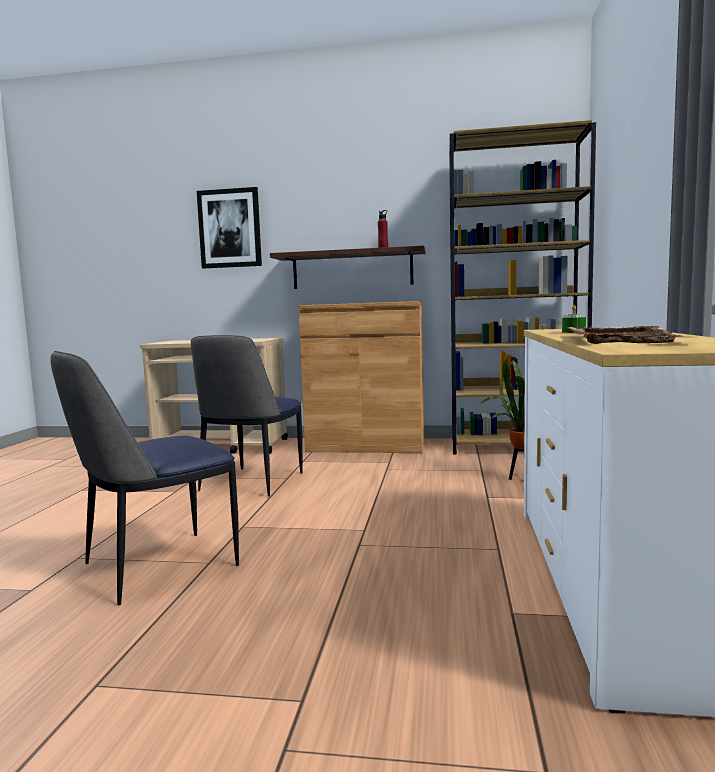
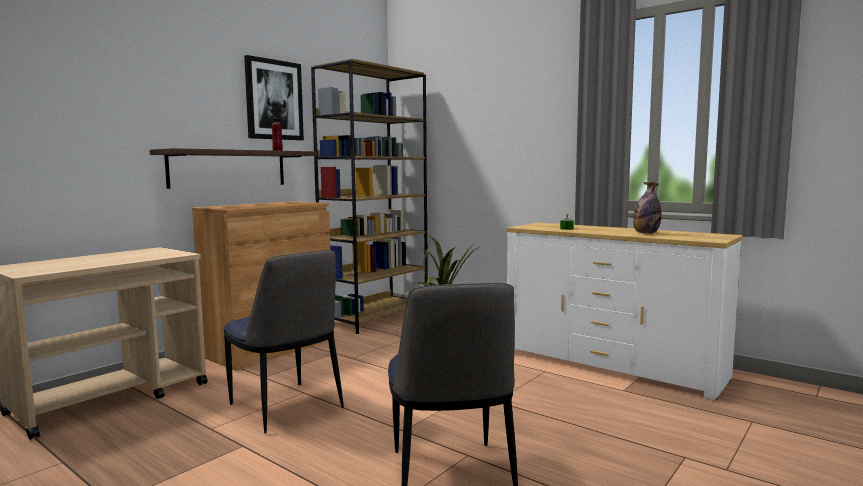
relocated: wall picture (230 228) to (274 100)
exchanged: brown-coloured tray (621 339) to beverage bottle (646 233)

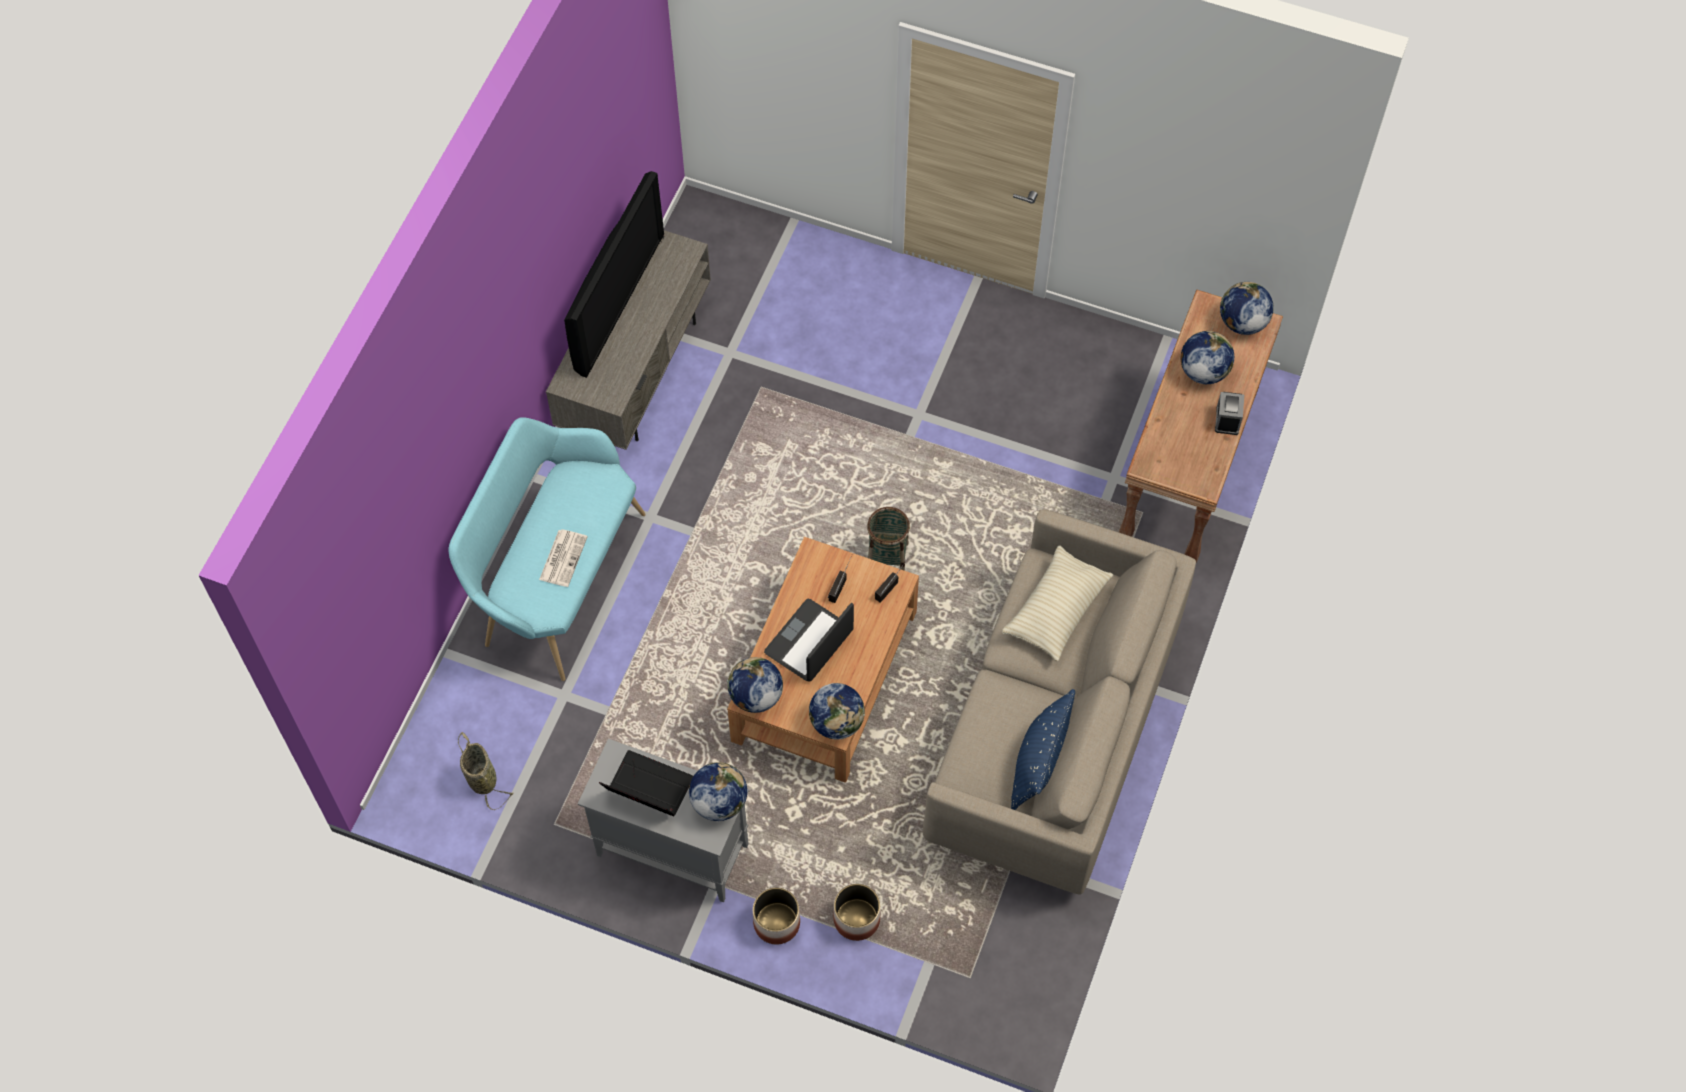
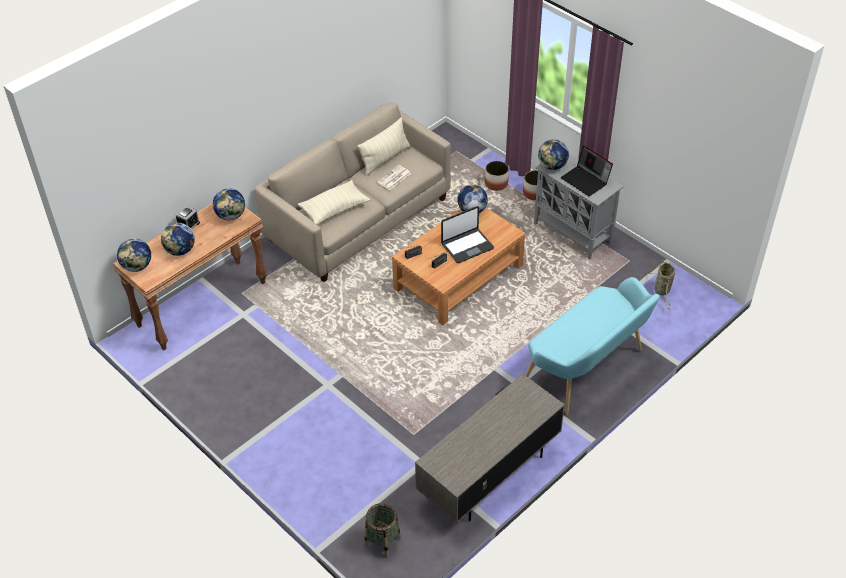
missing: television (616 300)
relocated: desk globe (755 696) to (231 216); storage basket (887 557) to (382 541); daily paper (563 557) to (394 178)
colour: blue-coloured cushion (1039 761) to beige cushion (385 159)

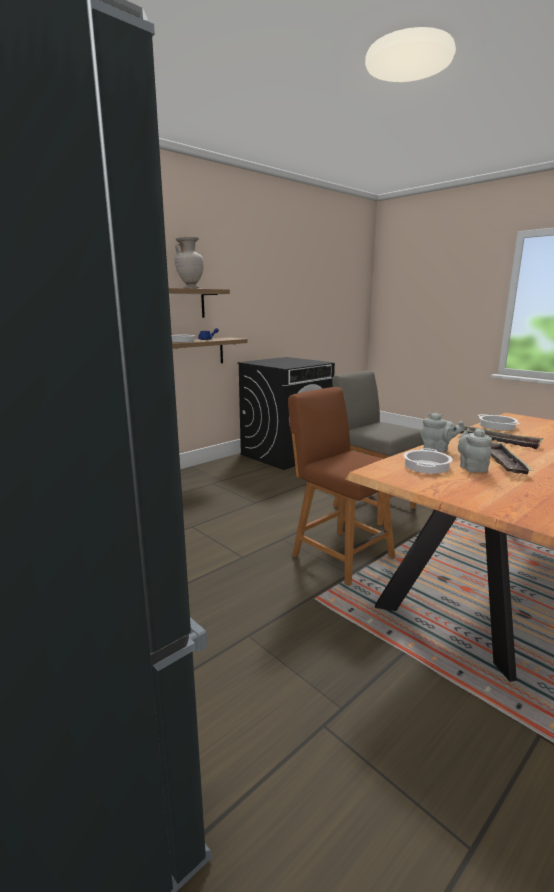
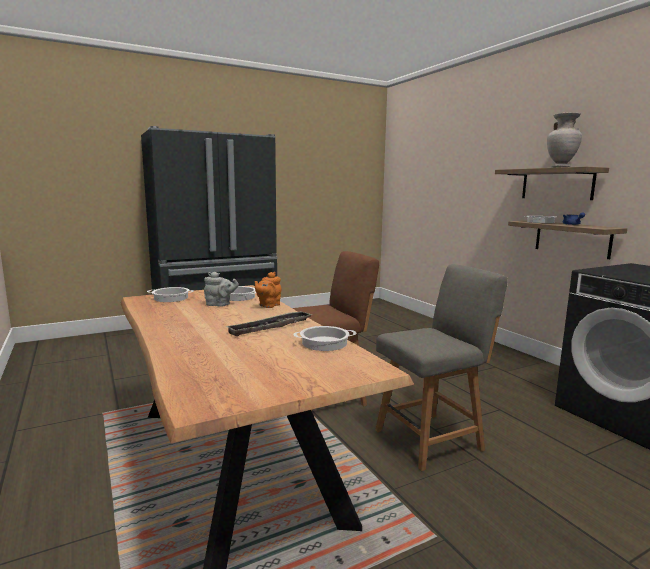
missing: tray (503 462)
appeared: stockpot (171 298)
colour: gray pot for tea (437 450) to orangey pot for tea (268 305)

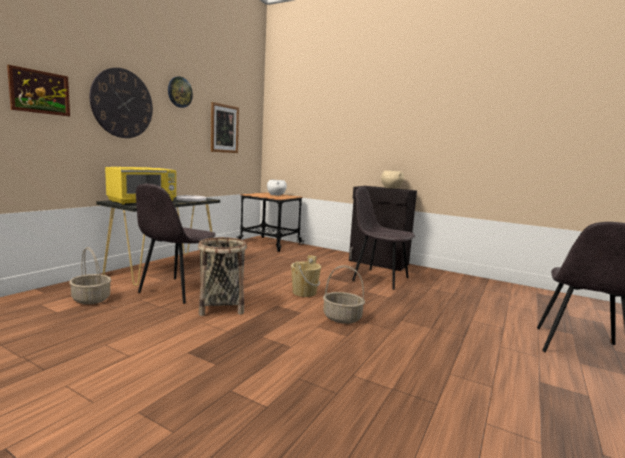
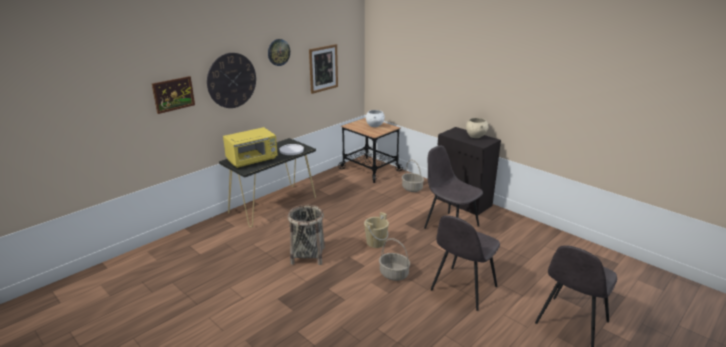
relocated: storage basket (92 299) to (412 188); gray upright chair (177 291) to (463 289)

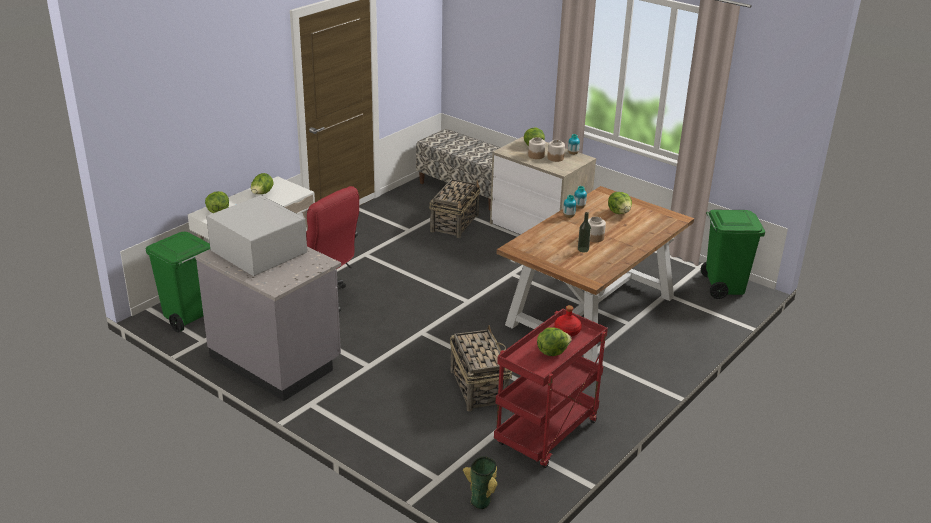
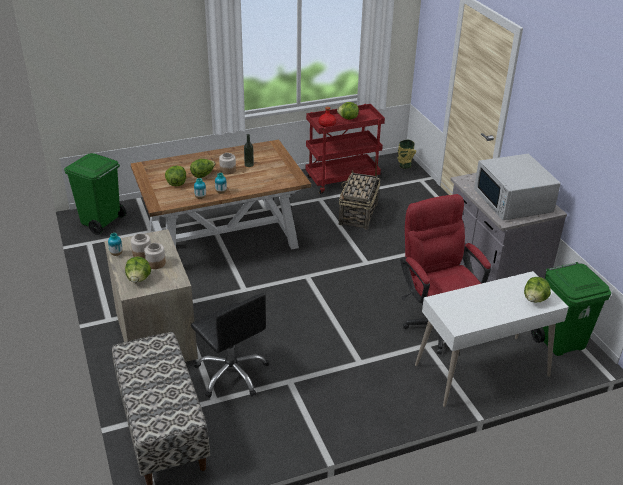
relocated: lettuce head (262 194) to (203 175)
exchanged: storage basket (455 223) to blackish office chair (232 373)

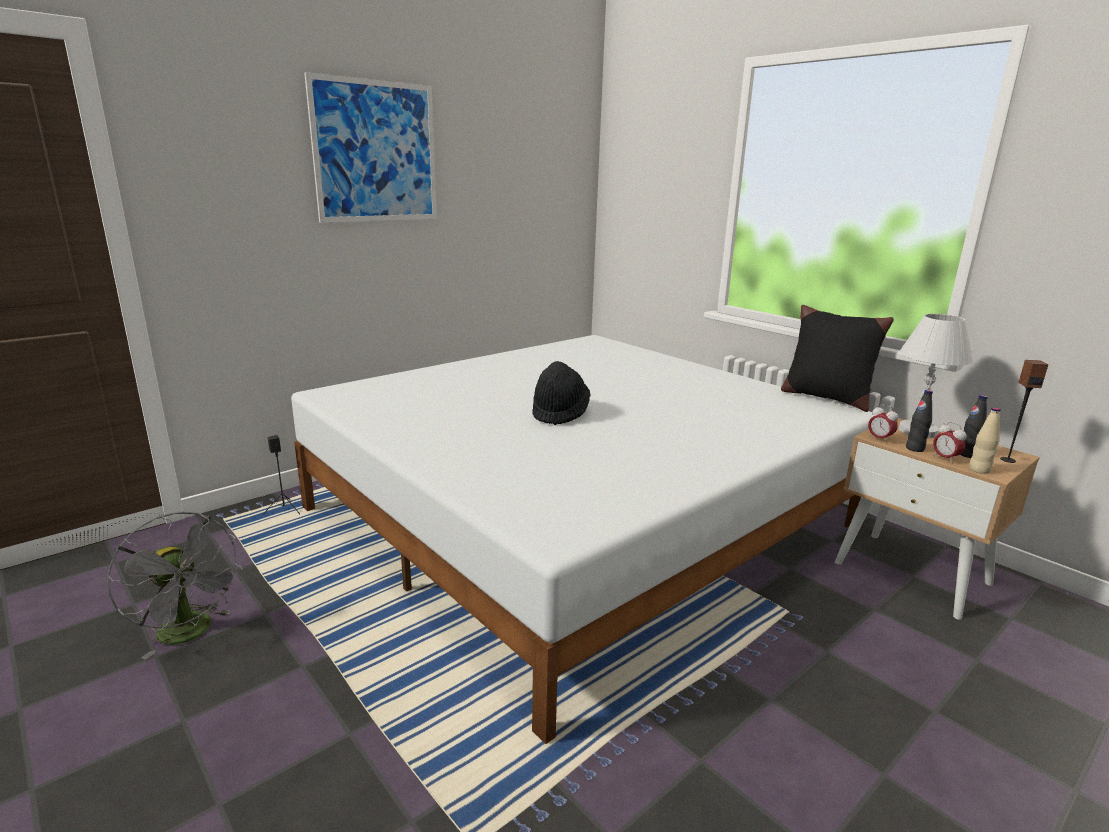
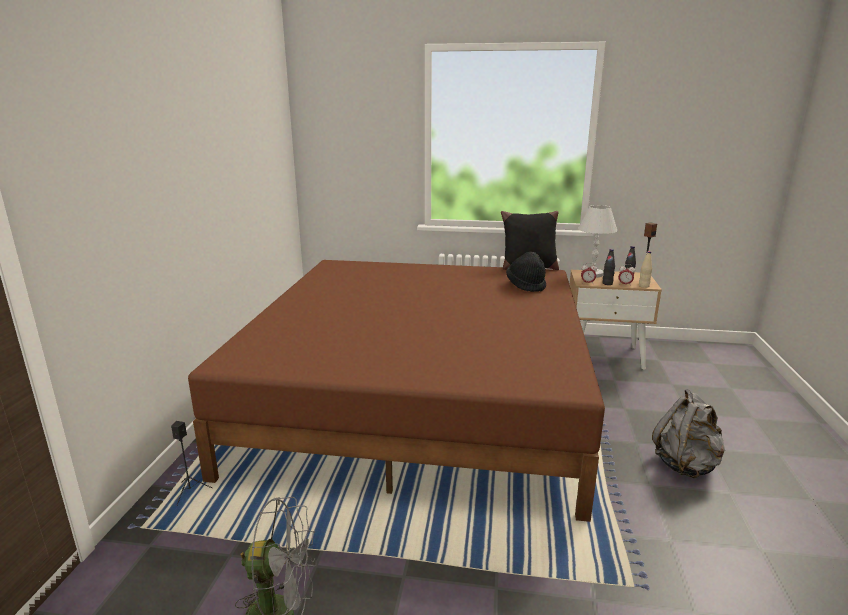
missing: wall picture (376 152)
appeared: gray knapsack (686 465)
relocated: blackish clothing hat (560 413) to (526 285)
colour: whitish bedroom bed (578 518) to brown-coloured bedroom bed (420 397)

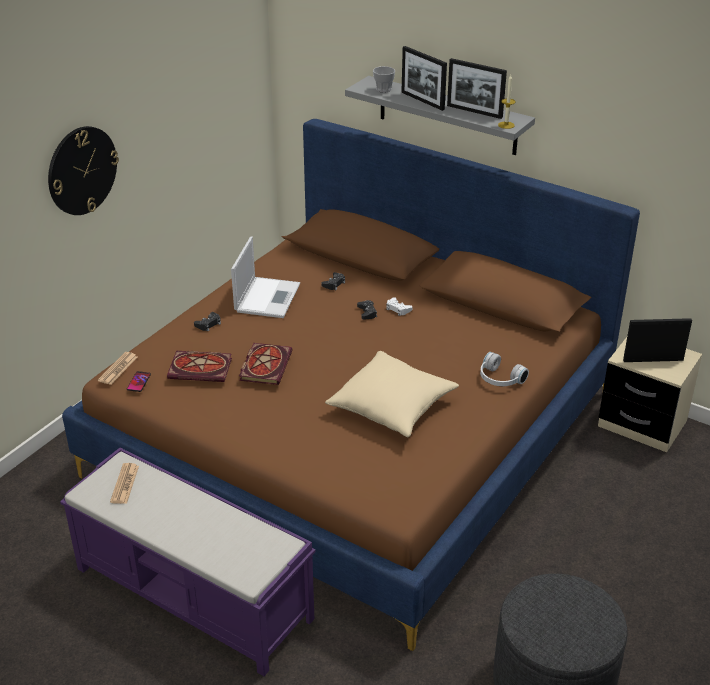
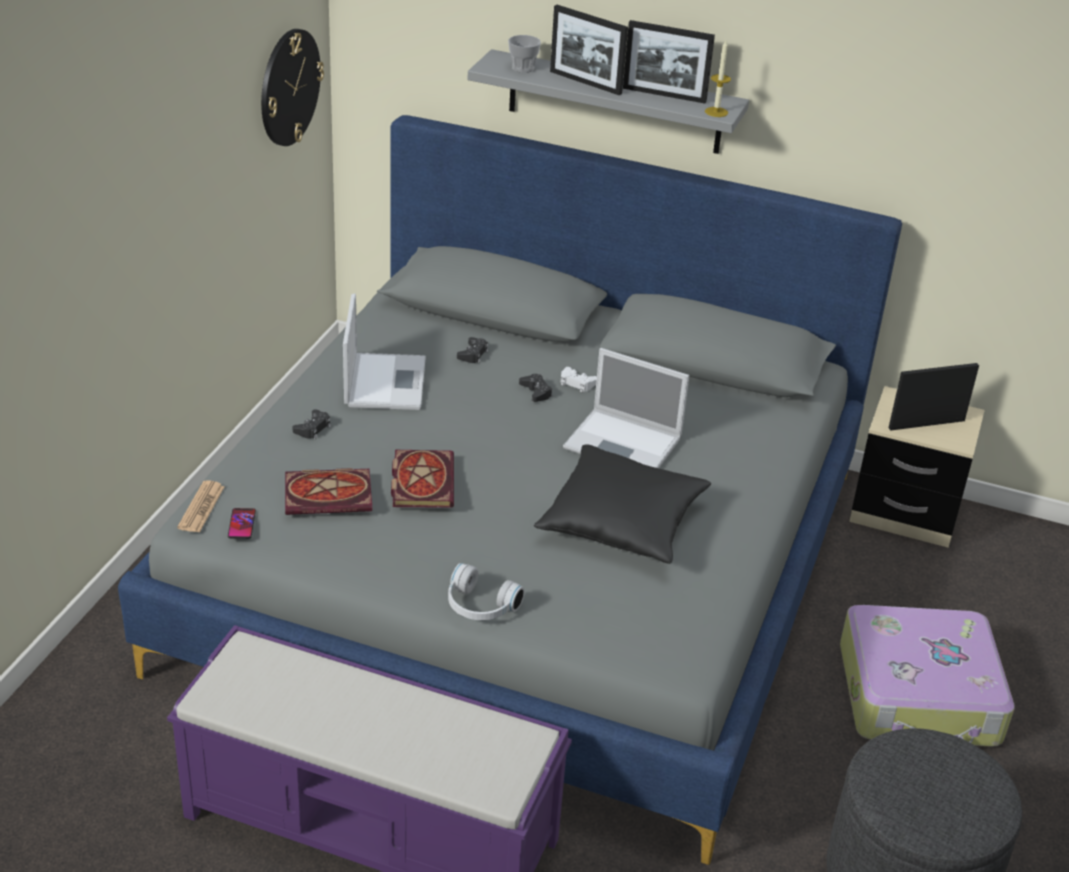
missing: daily paper (124 484)
appeared: portable computer (624 443); travel case (920 695)
relocated: hanging clock (82 170) to (289 87); whitish headphones (499 379) to (479 607)
colour: brown-coloured bedroom bed (355 433) to gray bedroom bed (526 567); beige cushion (392 406) to blackish cushion (622 522)

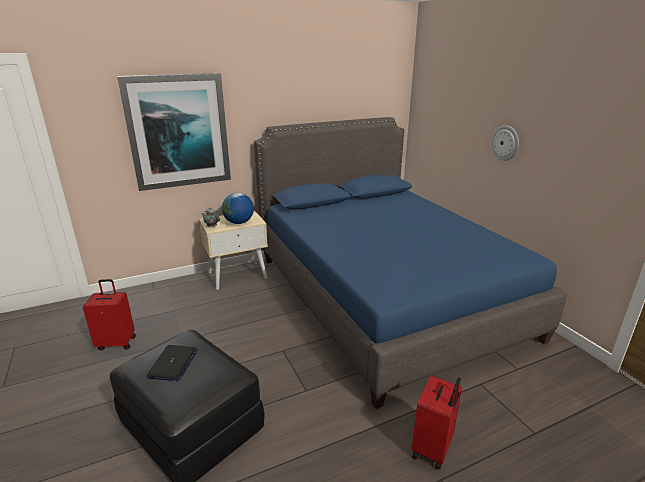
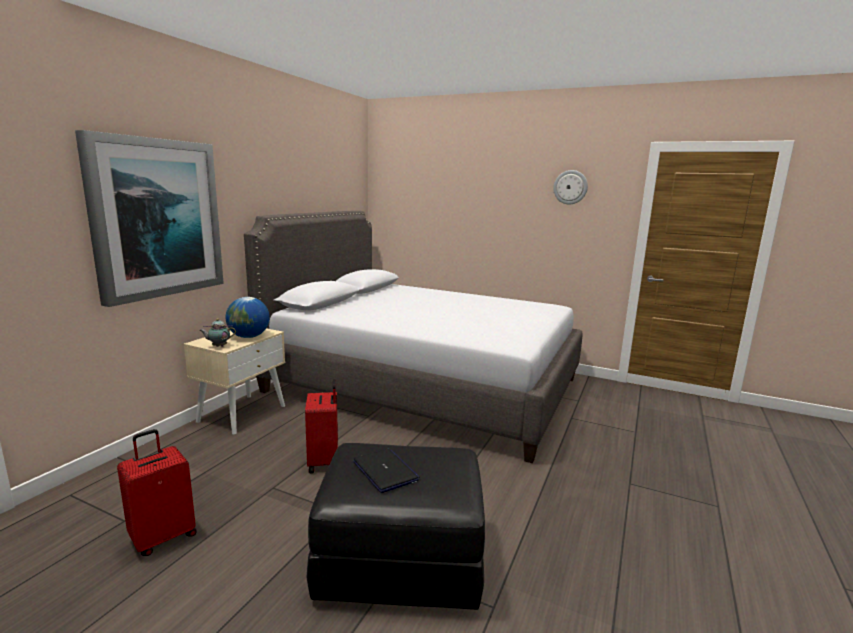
relocated: reddish travel case (433 448) to (324 462); hanging clock (505 143) to (570 187)
colour: blue-coloured bedroom bed (384 295) to gray bedroom bed (424 385)

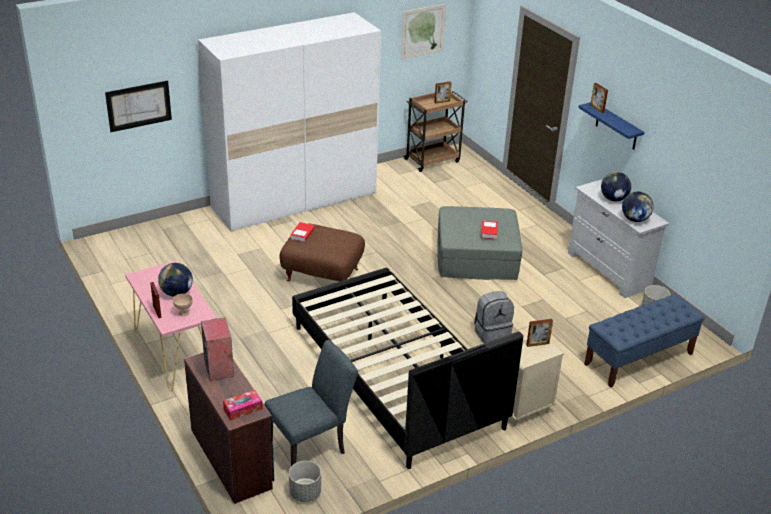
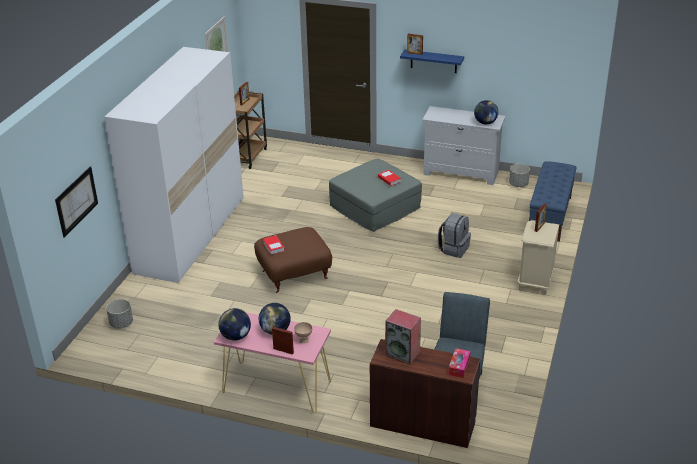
missing: blackish bedroom bed (395 376)
relocated: gray planter (305 493) to (121 323); desk globe (613 199) to (236 336)

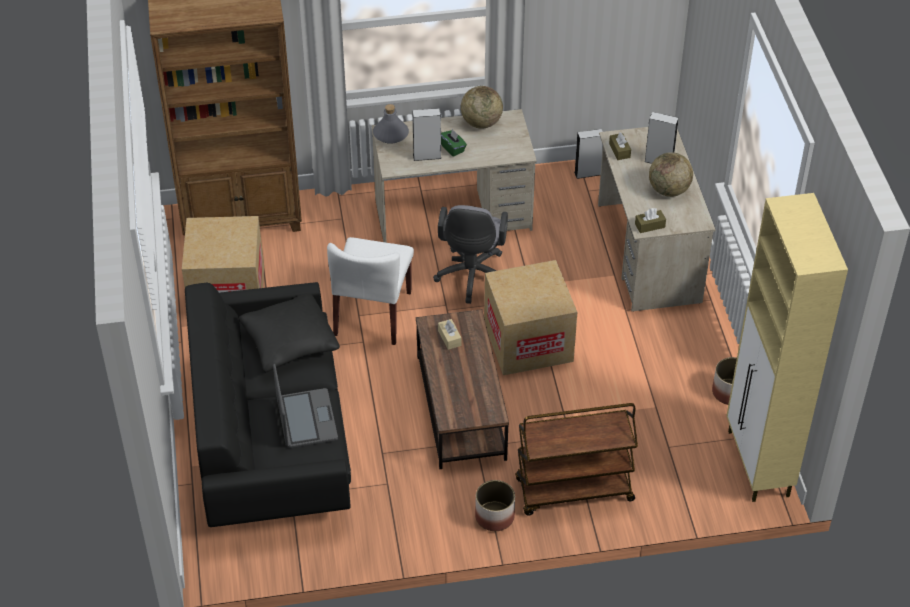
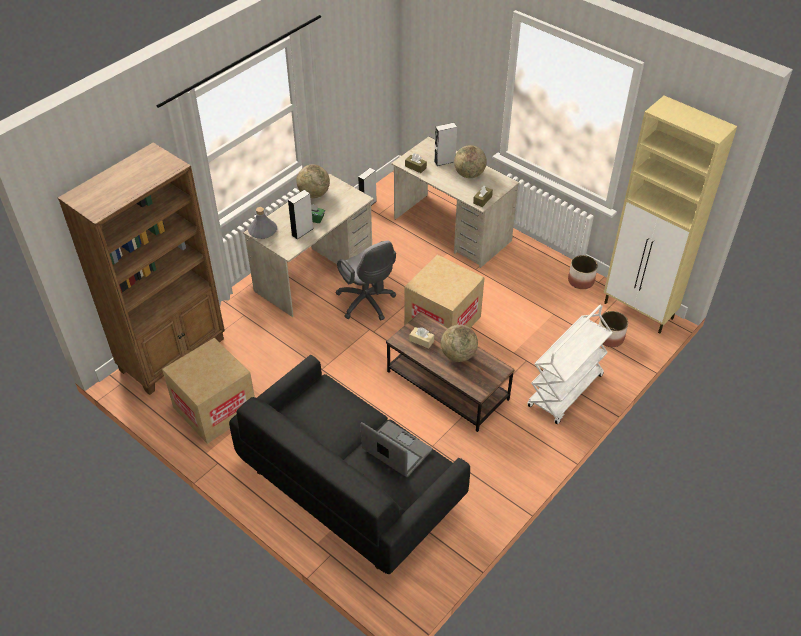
missing: blackish cushion (289 342); whitish upright chair (373 314)
appeared: desk globe (458 355)
relocated: planter (494 516) to (610 338)
colour: brown-coloured wheeled cart (573 491) to whitish wheeled cart (565 392)

